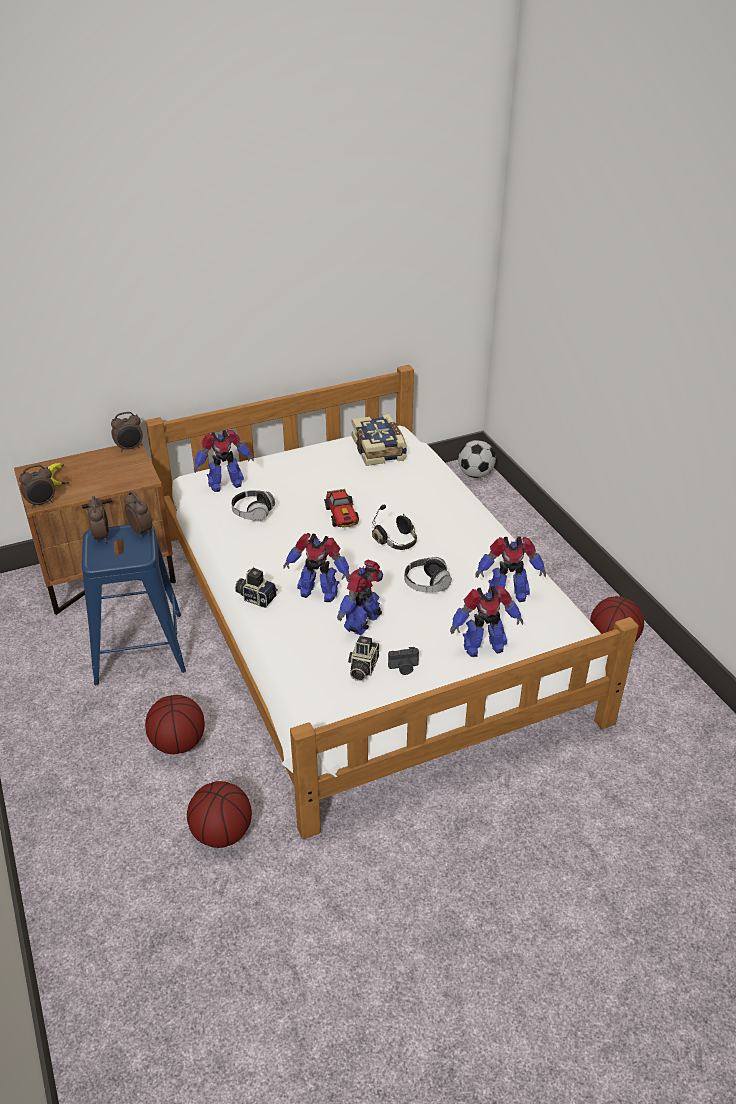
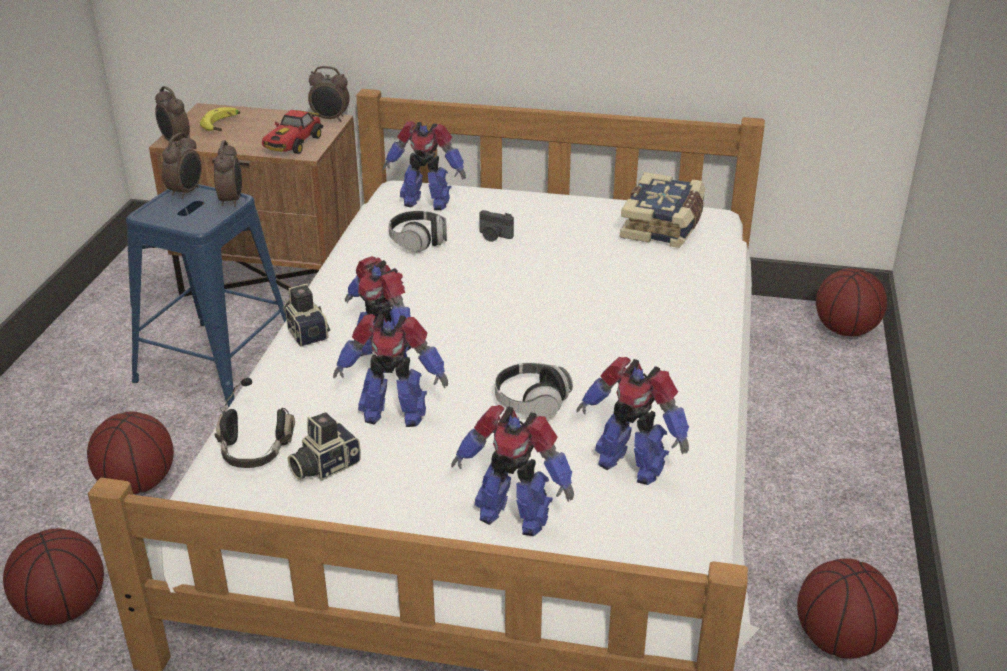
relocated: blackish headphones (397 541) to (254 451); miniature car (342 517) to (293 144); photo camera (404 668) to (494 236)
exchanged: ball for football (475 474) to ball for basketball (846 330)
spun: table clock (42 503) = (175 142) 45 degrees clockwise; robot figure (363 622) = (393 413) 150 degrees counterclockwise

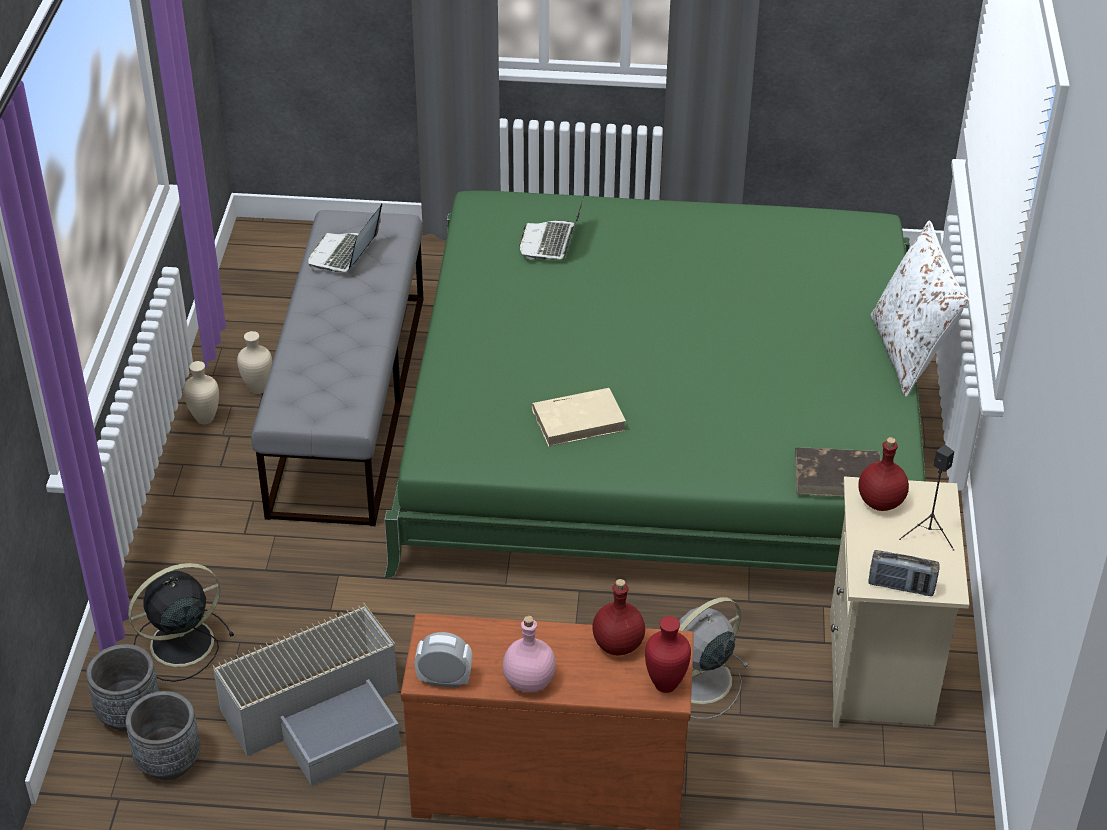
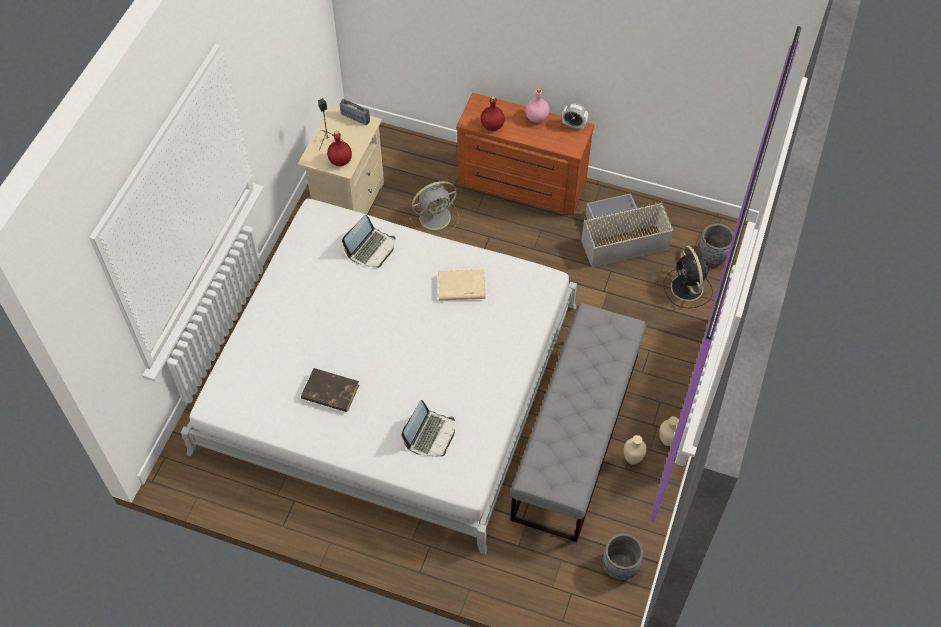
missing: reddish vase (664 686); whitish cushion (909 353)
relocated: brown-coloured bound book (838 476) to (330 392); portable computer (344 254) to (371 249); gray planter (169 761) to (620 566)
colour: greenish bedroom bed (664 420) to whitish bedroom bed (389 378)
spun: blackish fan (179 644) = (687 289) 90 degrees clockwise

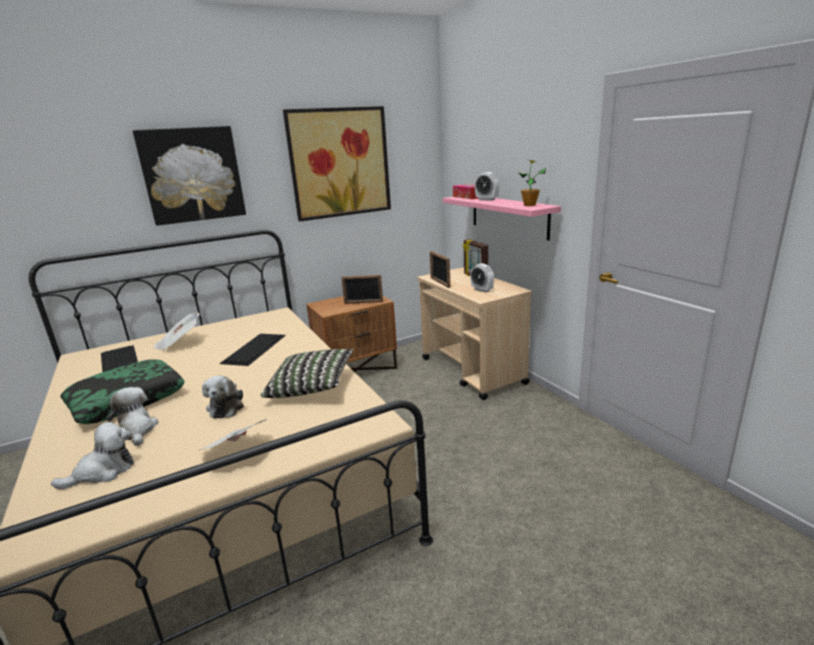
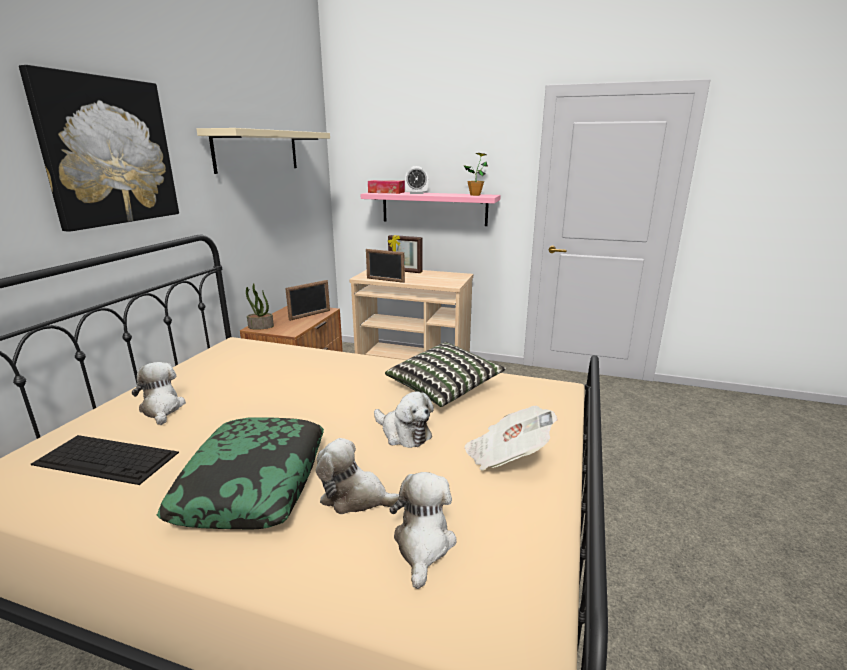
missing: PC keyboard (254 348); table clock (482 290)
appeared: potted plant (260 327)
exchanged: daily paper (179 343) to cuddly toy (162 409); wall picture (340 163) to beige wall shelf (257 151)

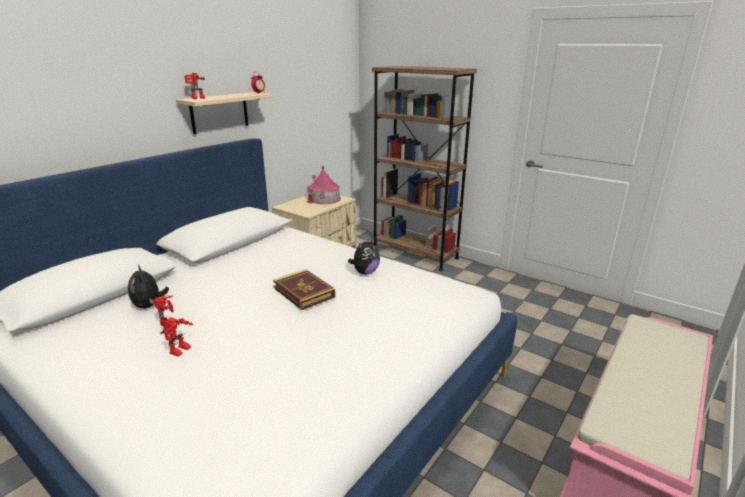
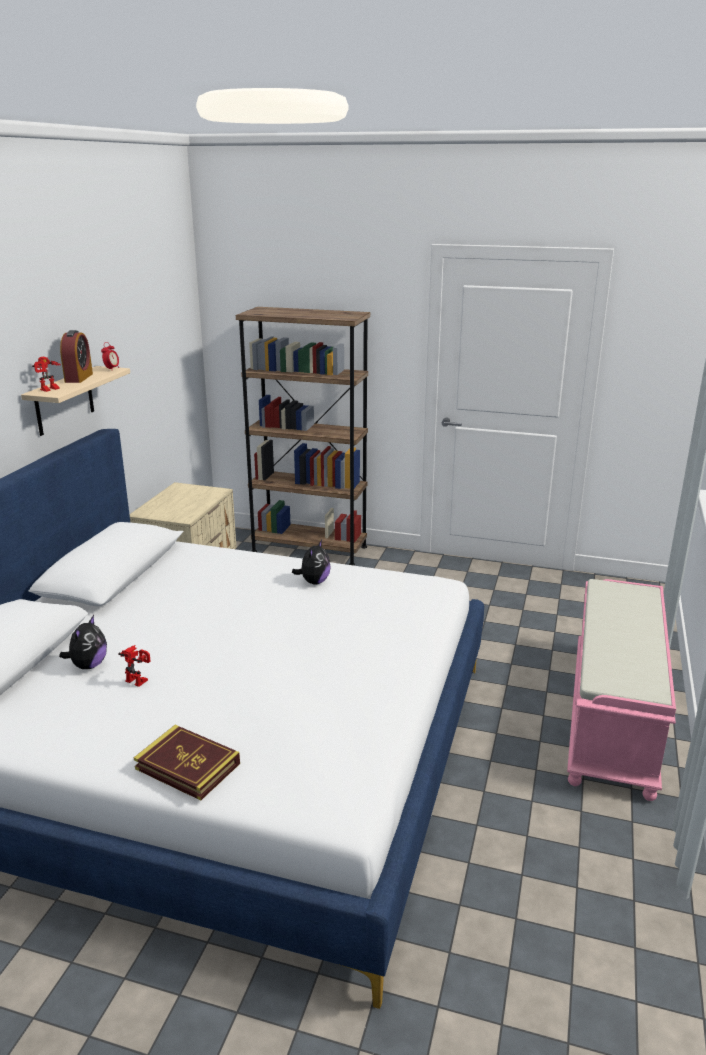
missing: robot figure (181 351); miniature house (324 198)
appeared: table clock (79 378)
relocated: bound book (304 292) to (187 766)
spun: cuddly toy (149 305) = (88 665) 120 degrees counterclockwise

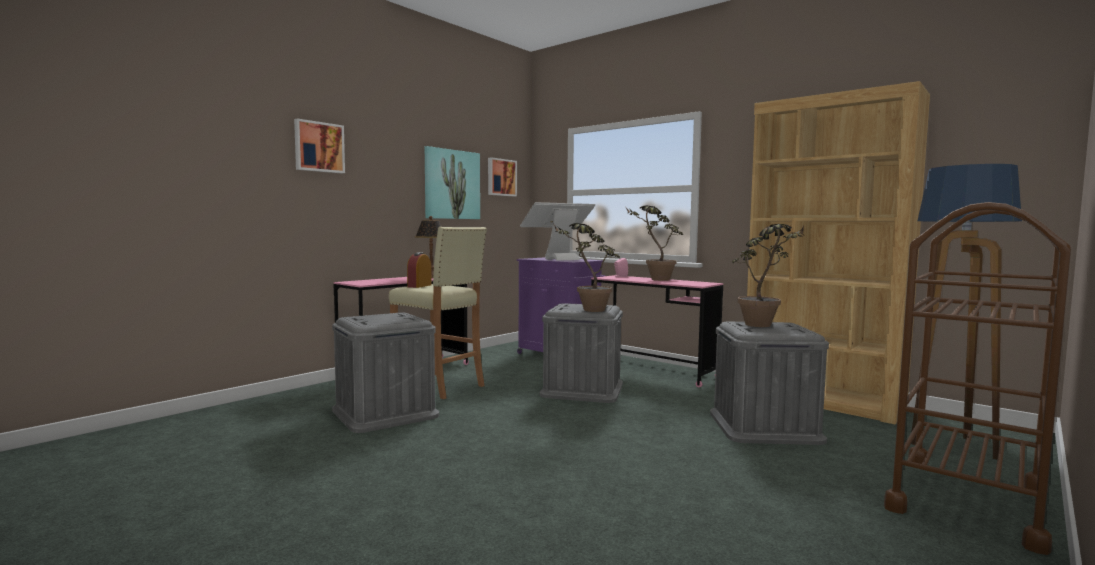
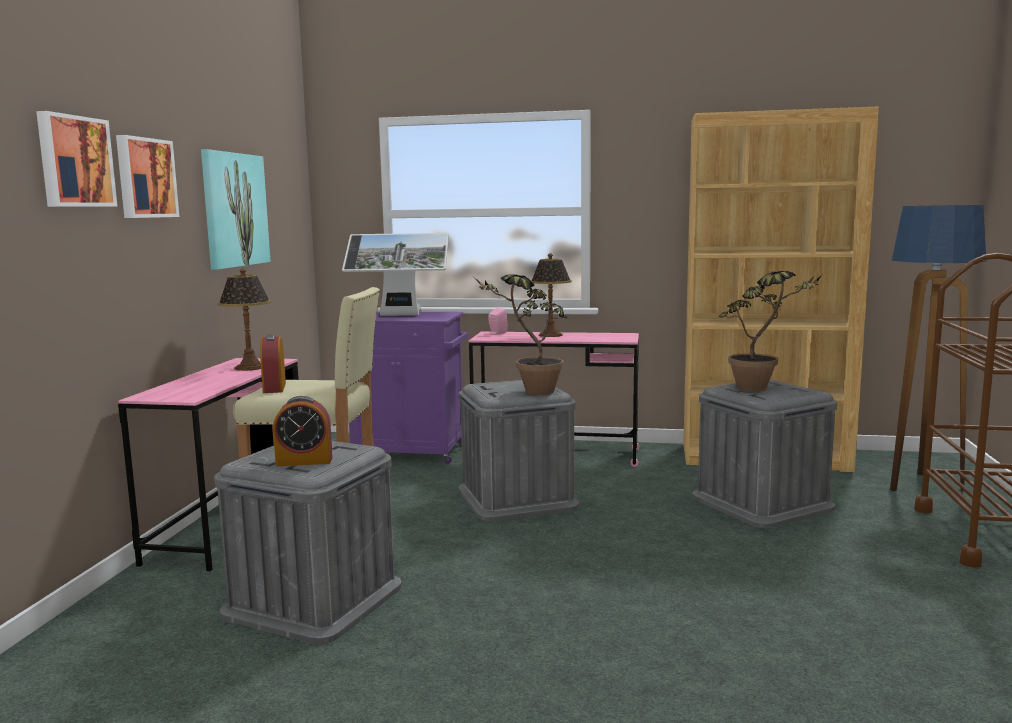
appeared: table clock (304 461)
relocated: wall picture (501 177) to (145 178)
exchanged: potted plant (654 279) to table lamp (551 335)
spun: computer display (558 259) = (399 315) 120 degrees counterclockwise

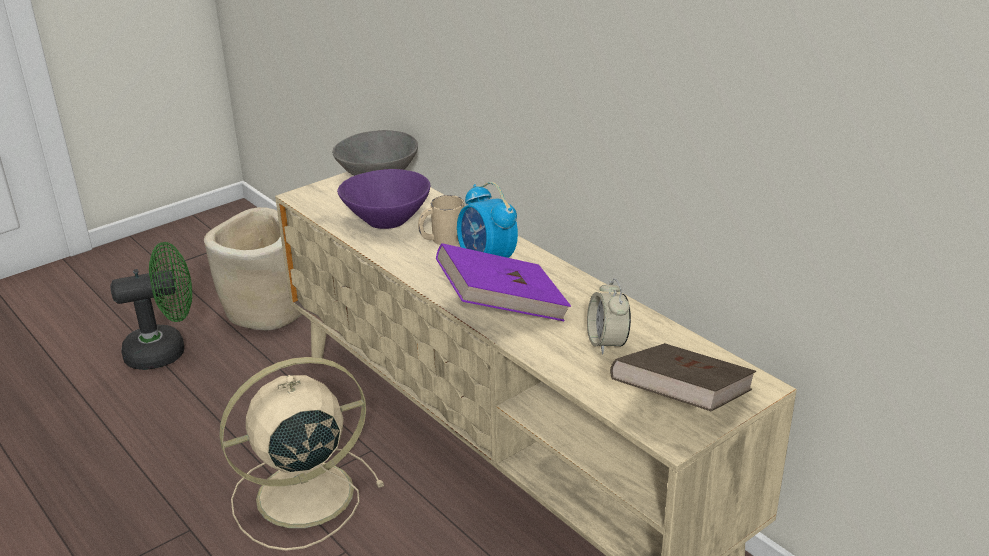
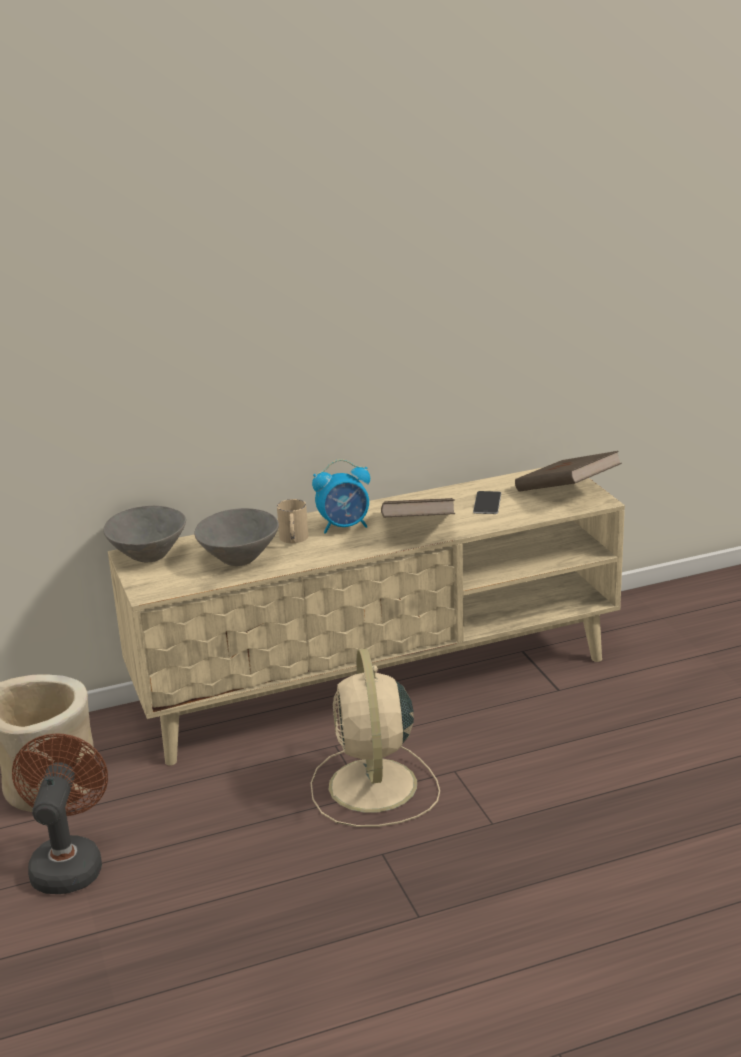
exchanged: table clock (607 343) to telephone (487 503)
colour: greenish fan (165 351) to brown-coloured fan (68 863); purplish bowl (386 221) to gray bowl (238 558); purplish bound book (502 308) to brown-coloured bound book (418 529)

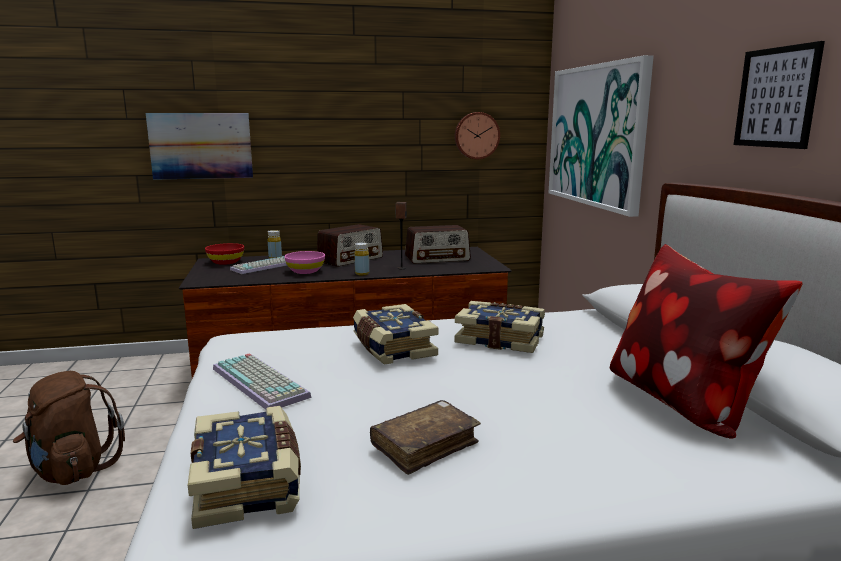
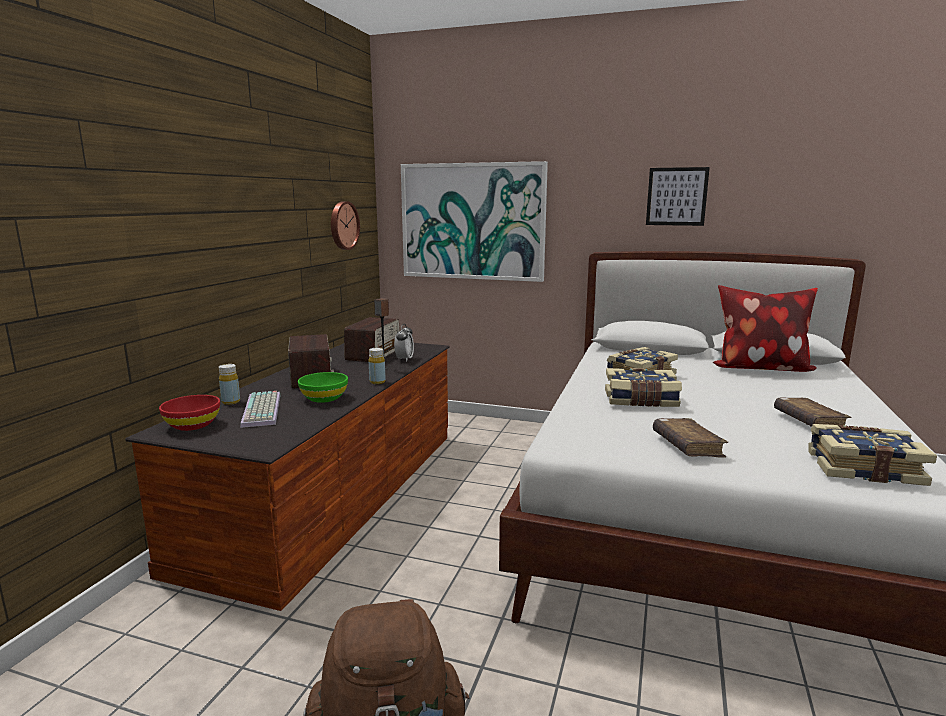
missing: wall picture (201 146)
appeared: table clock (404 359)
exchanged: PC keyboard (262 382) to brown-coloured bound book (687 446)
colour: pink bowl (305 271) to greenish bowl (324 398)

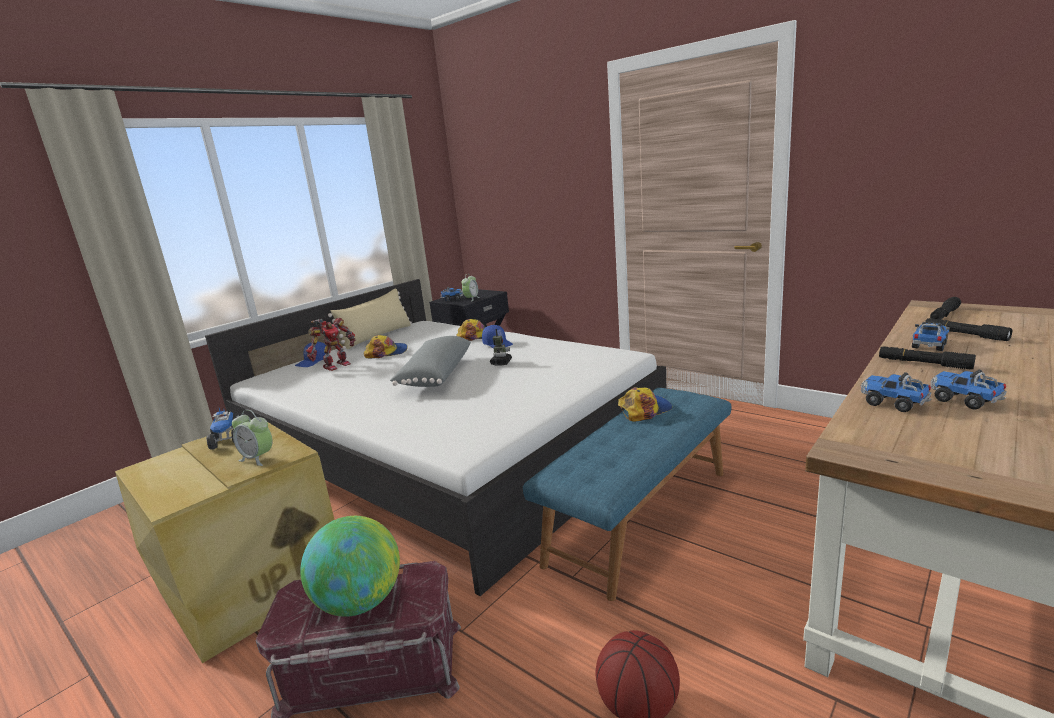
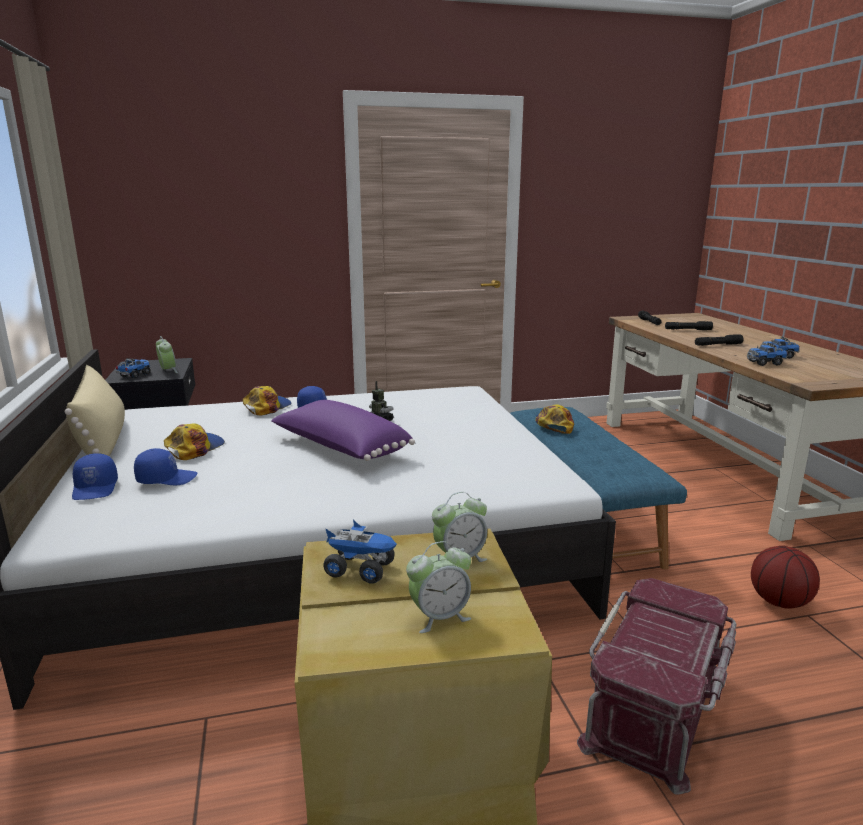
missing: desk globe (360 602); model truck (928 346)
appeared: table clock (439 617)
exchanged: robot figure (335 365) to blue-coloured peaked cap (166 478)
colour: gray cushion (435 375) to purplish cushion (340 448)

